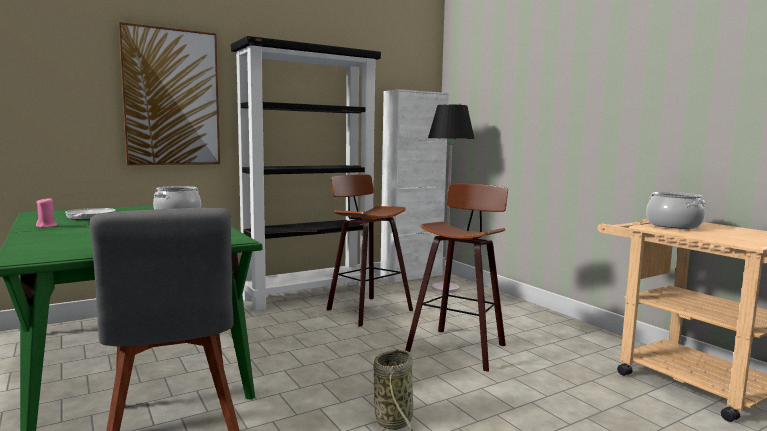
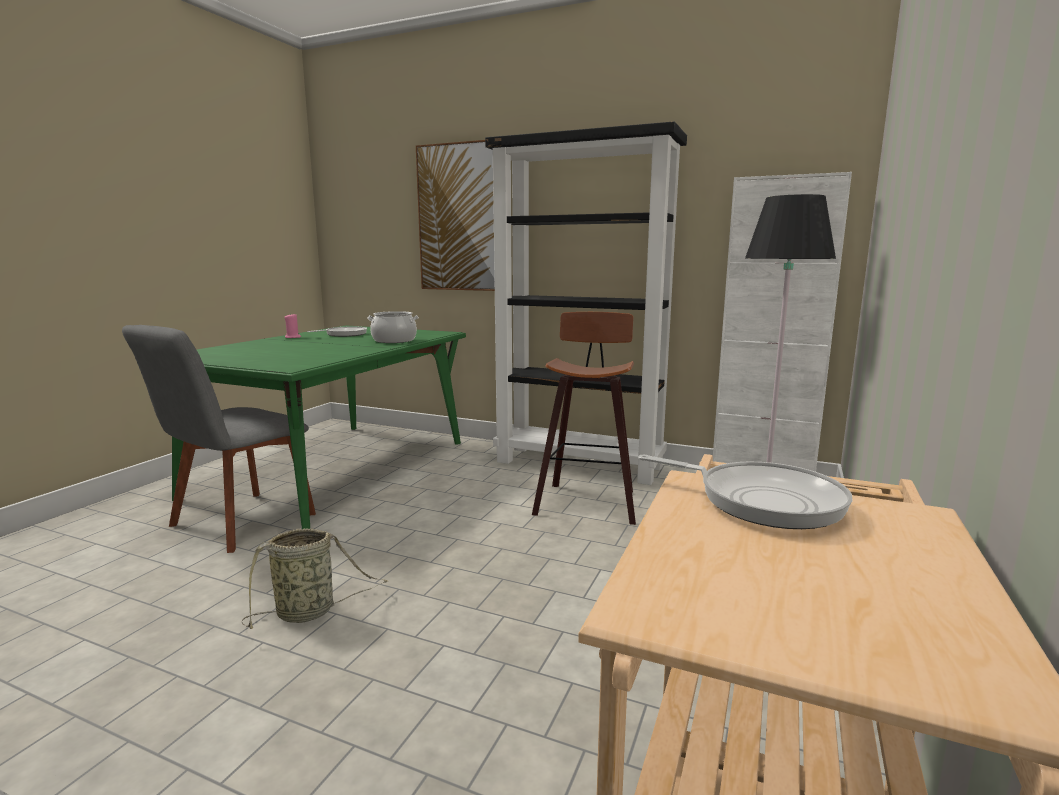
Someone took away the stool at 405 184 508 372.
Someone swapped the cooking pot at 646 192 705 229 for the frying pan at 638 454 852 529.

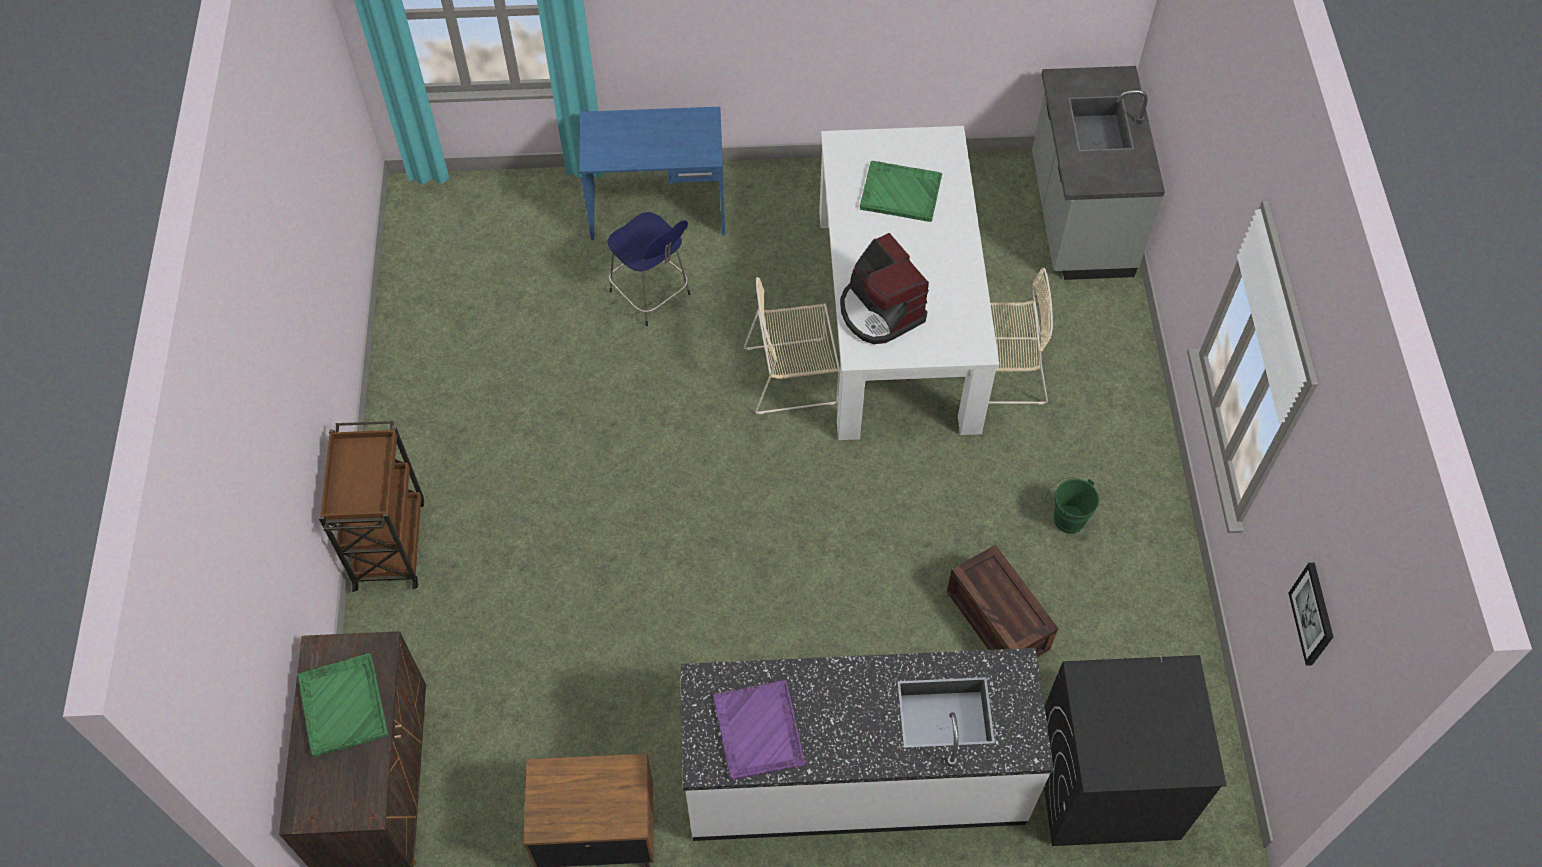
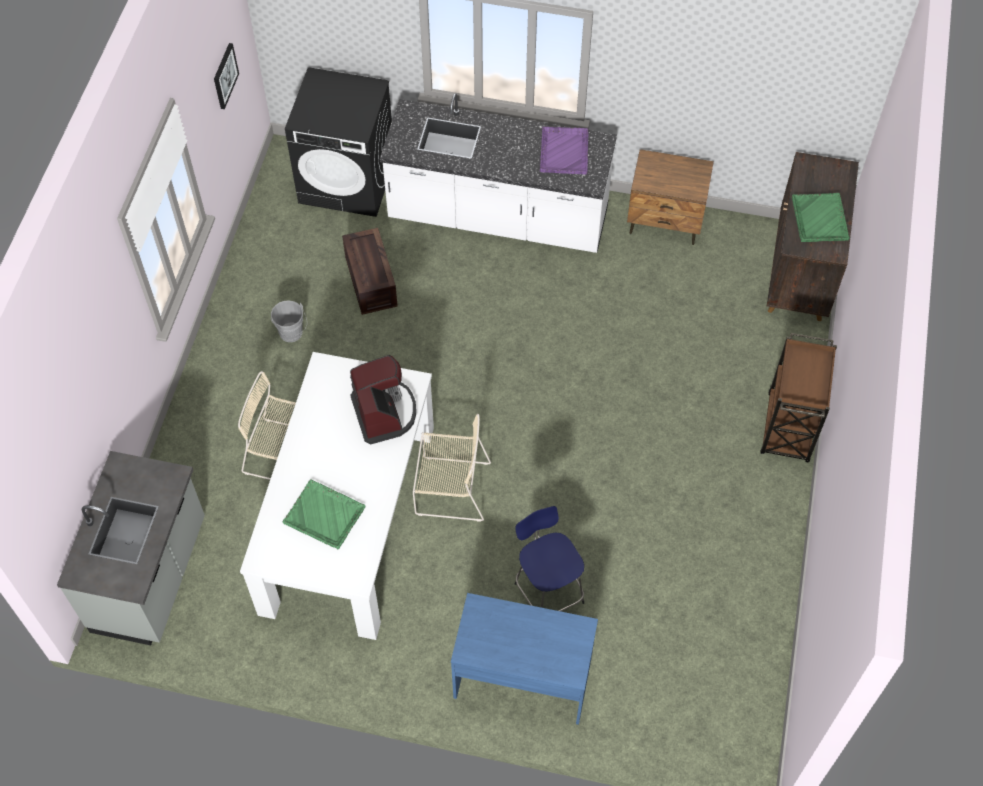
Someone repainted the green bucket at 1046 478 1099 534, which became the grey bucket at 270 300 307 342.

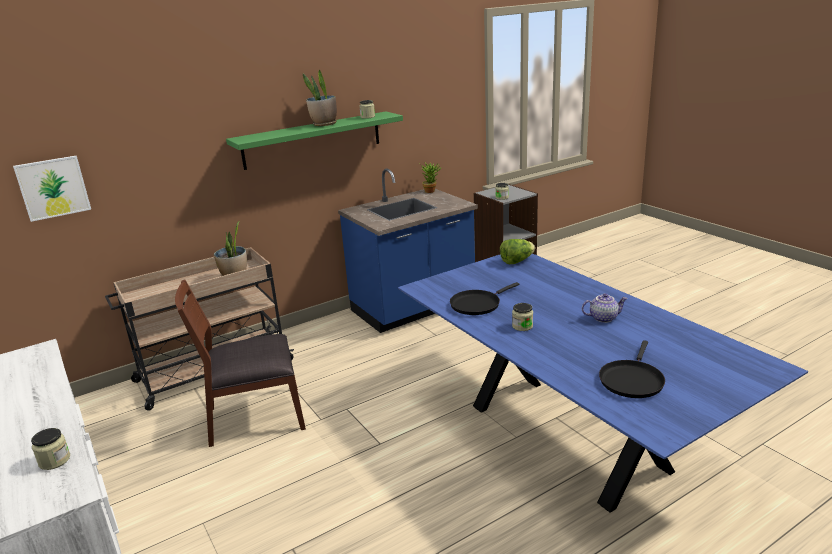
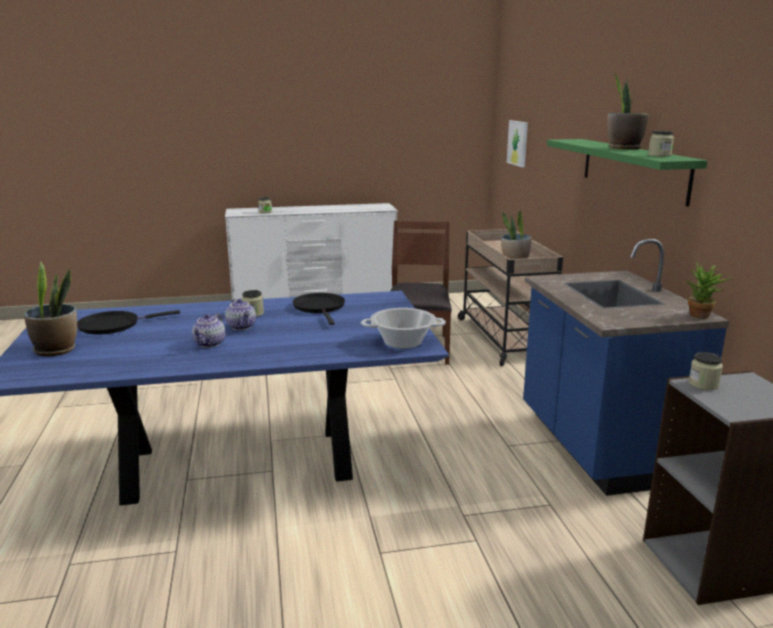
Someone swapped the lettuce at 500 239 535 264 for the cooking pot at 361 308 446 349.
Someone rotated the black frying pan at 599 340 665 398 by 75 degrees counterclockwise.
Someone put down the potted plant at 24 262 77 356.
Someone put down the teapot at 225 299 256 330.

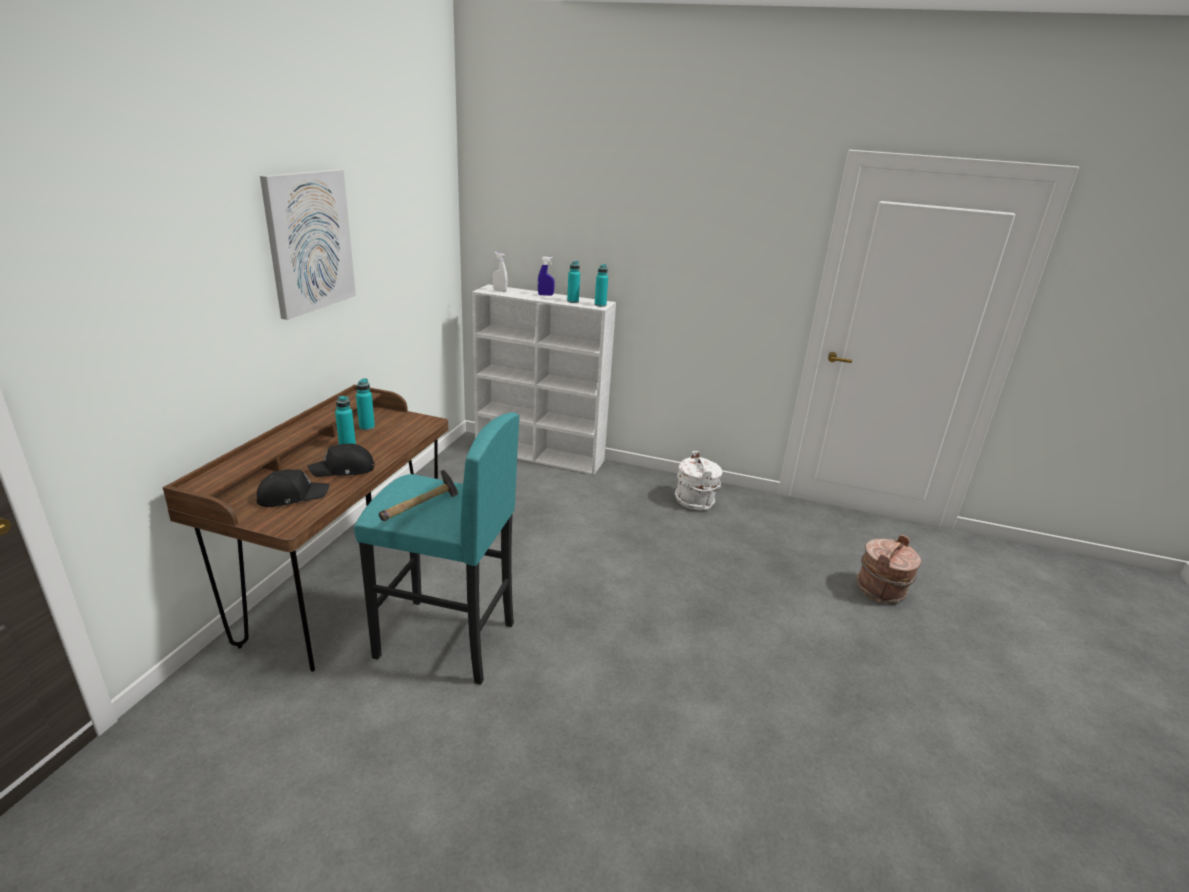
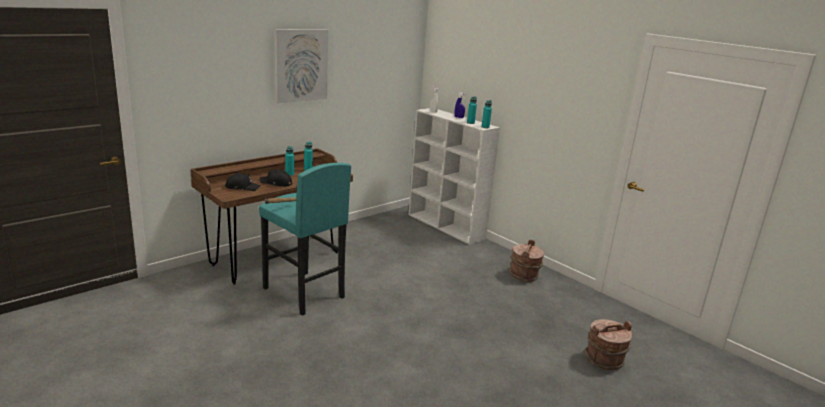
Someone repainted the white bucket at 675 451 723 510, which became the brown bucket at 509 239 544 282.

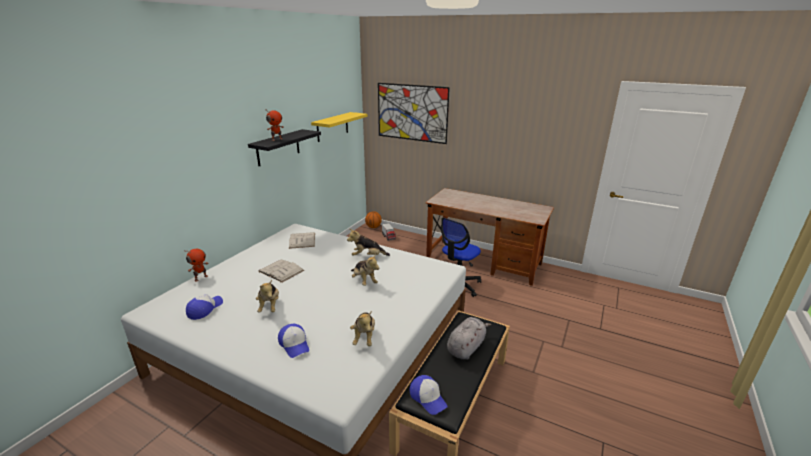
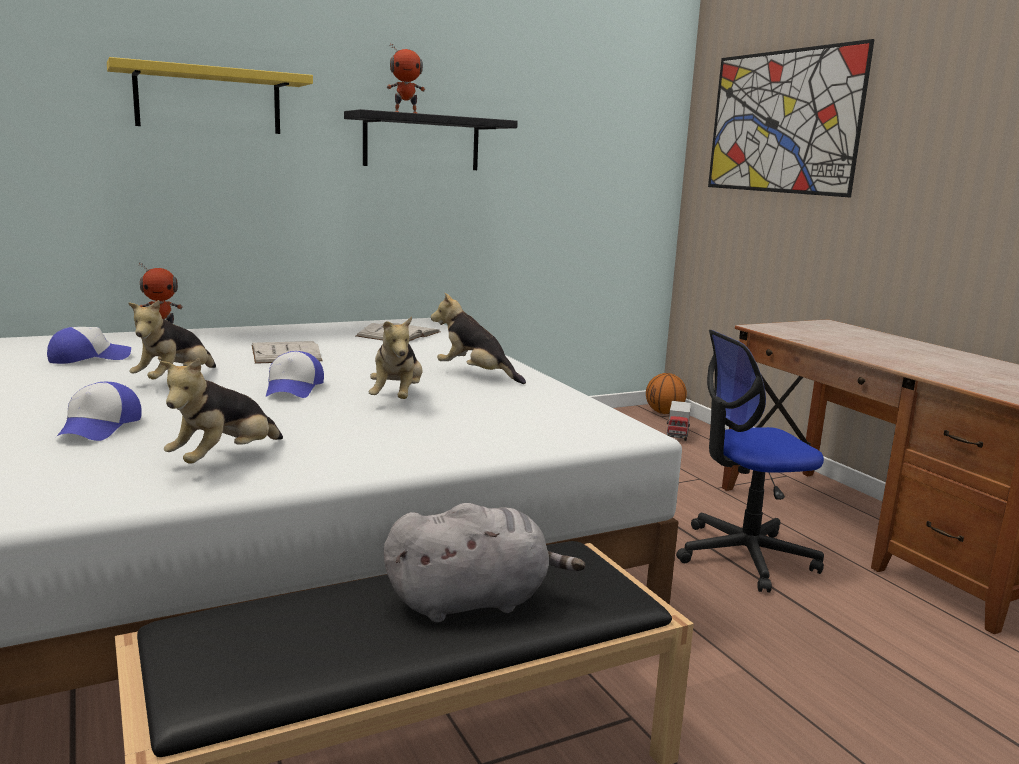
Someone carried the yellow shelf from 311 112 368 142 to 107 57 313 134.
Someone carried the cap from 410 375 448 415 to 266 351 324 398.

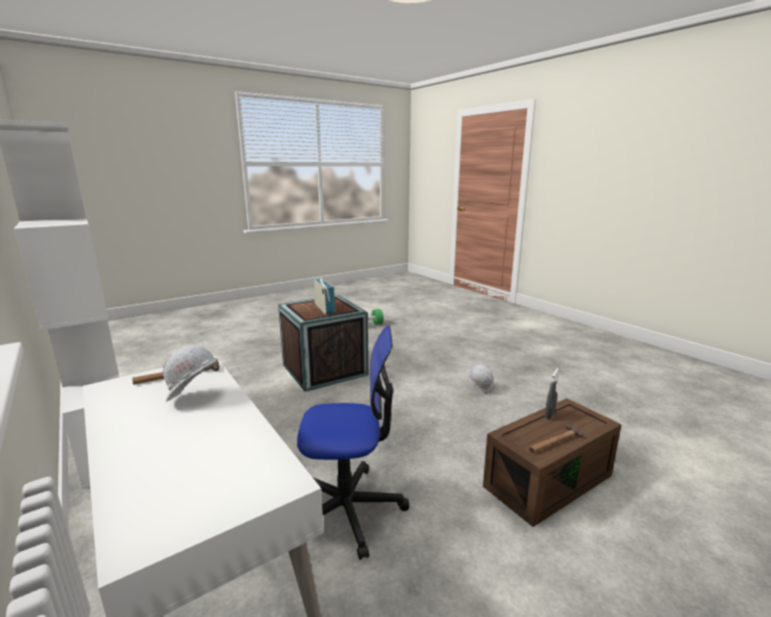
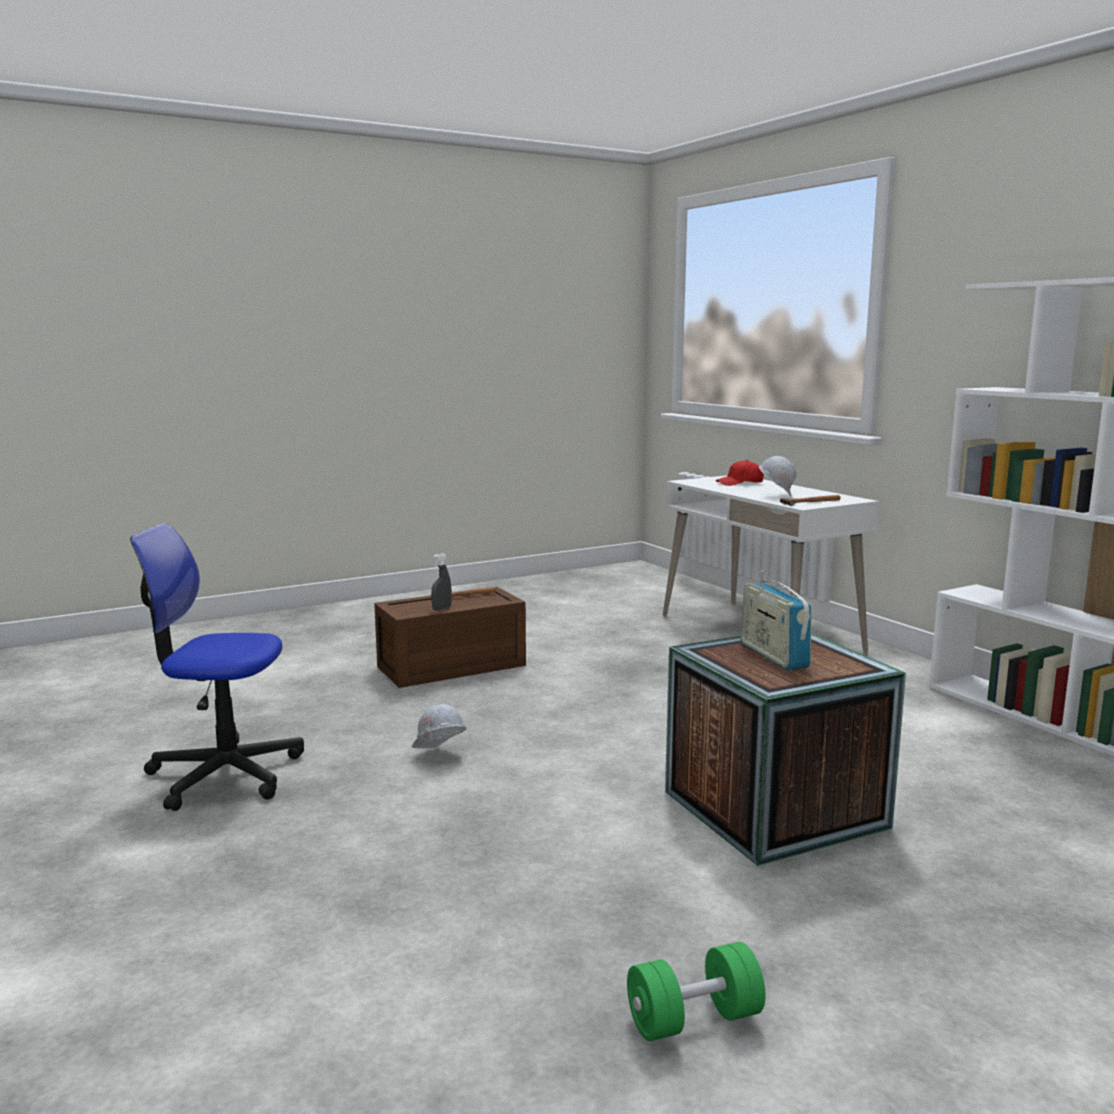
Someone carried the office chair from 297 326 409 560 to 130 523 304 811.
Someone put down the red cap at 715 460 764 486.

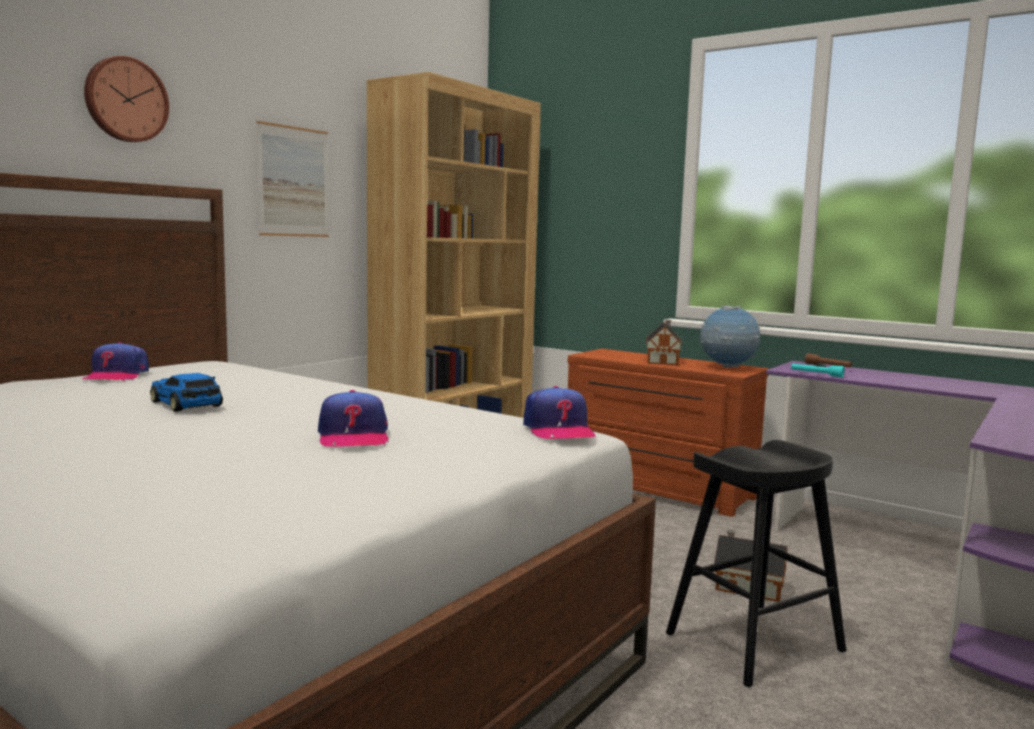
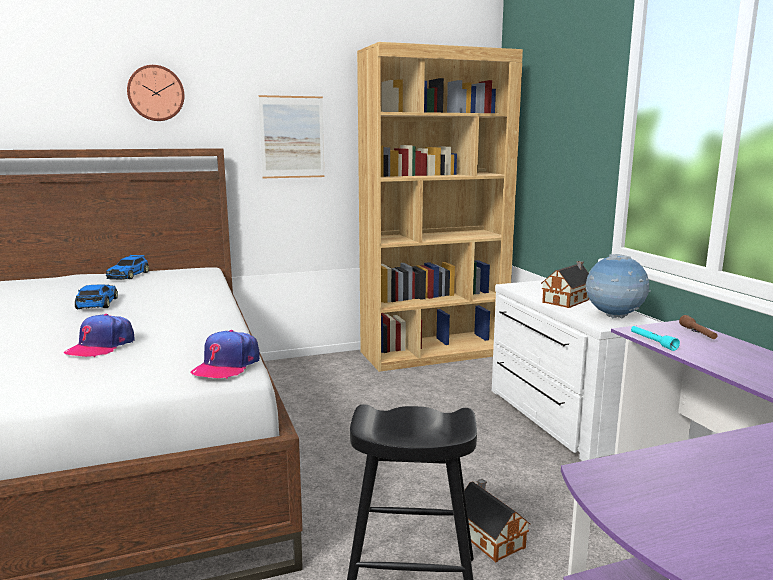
Someone swapped the cap at 82 342 149 381 for the toy car at 106 255 149 280.
Someone repainted the brown dresser at 568 349 769 517, which became the white dresser at 492 280 660 461.

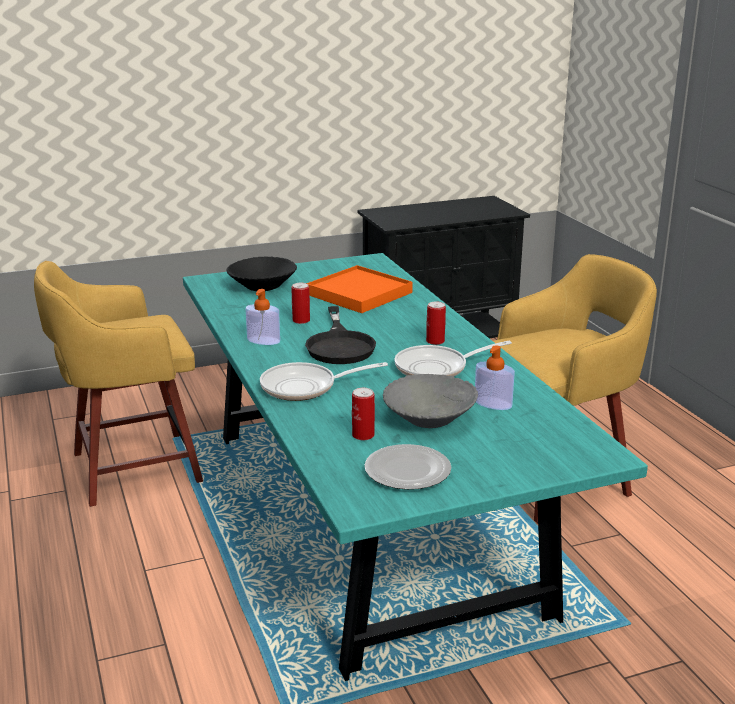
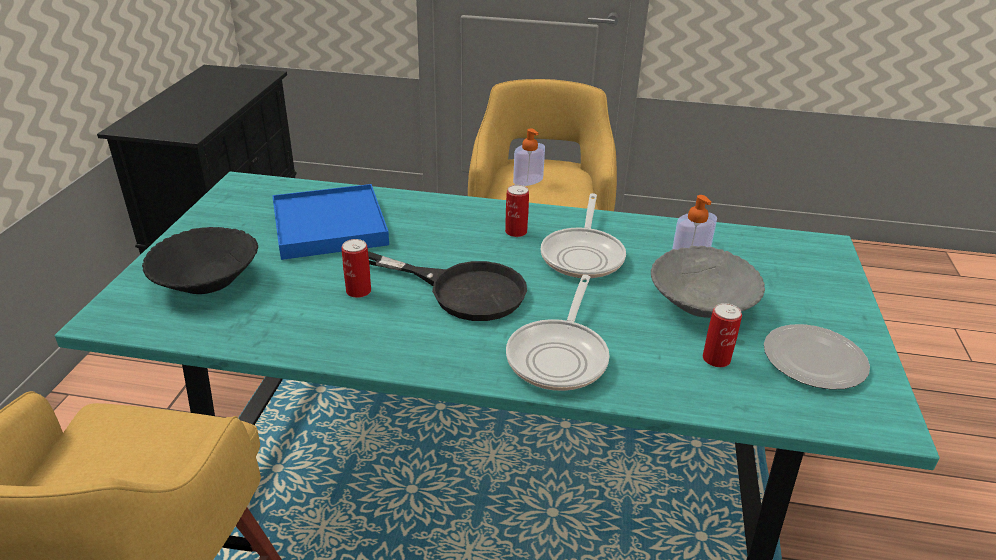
Someone repainted the orange tray at 307 265 413 313, which became the blue tray at 272 184 389 260.
Someone carried the soap dispenser from 246 289 280 345 to 513 128 545 186.

